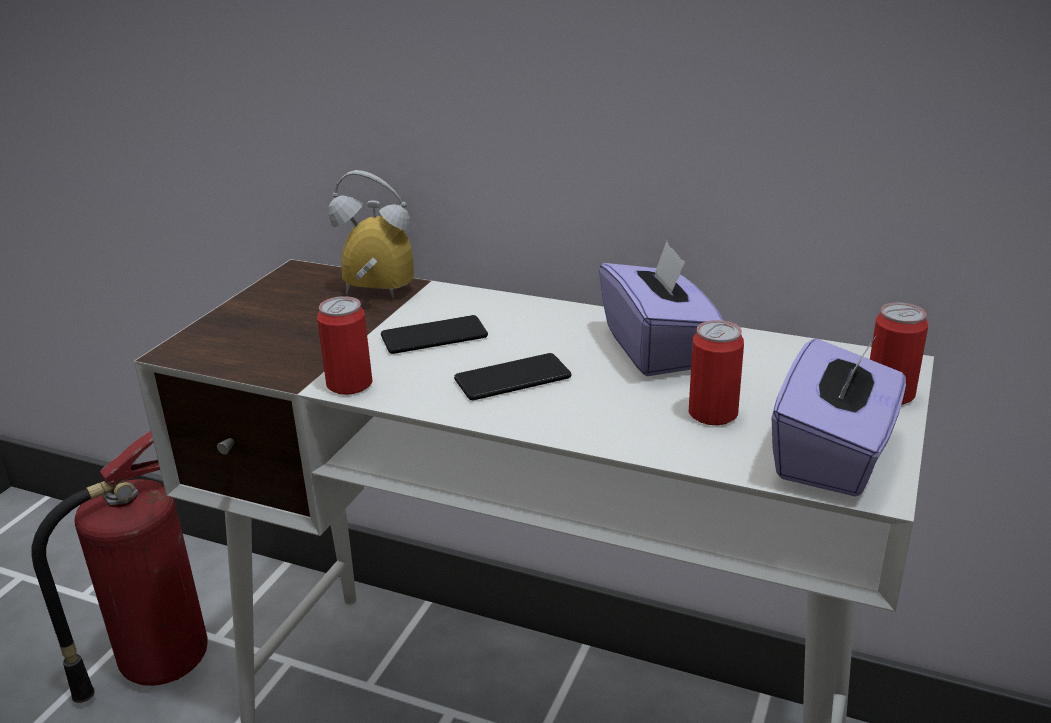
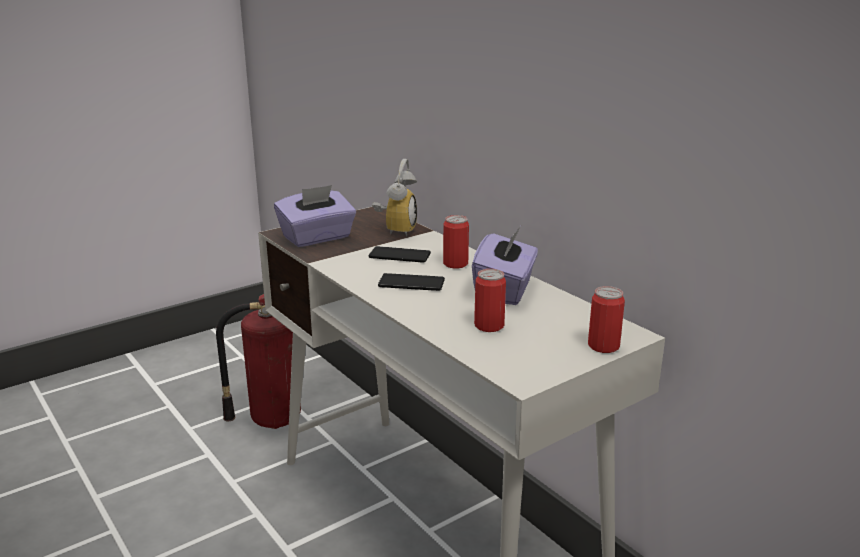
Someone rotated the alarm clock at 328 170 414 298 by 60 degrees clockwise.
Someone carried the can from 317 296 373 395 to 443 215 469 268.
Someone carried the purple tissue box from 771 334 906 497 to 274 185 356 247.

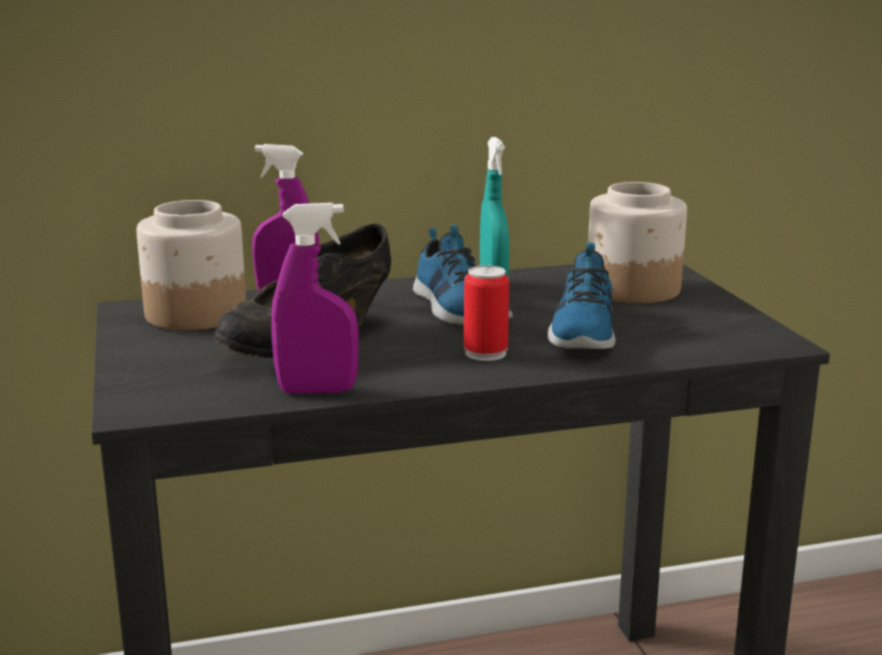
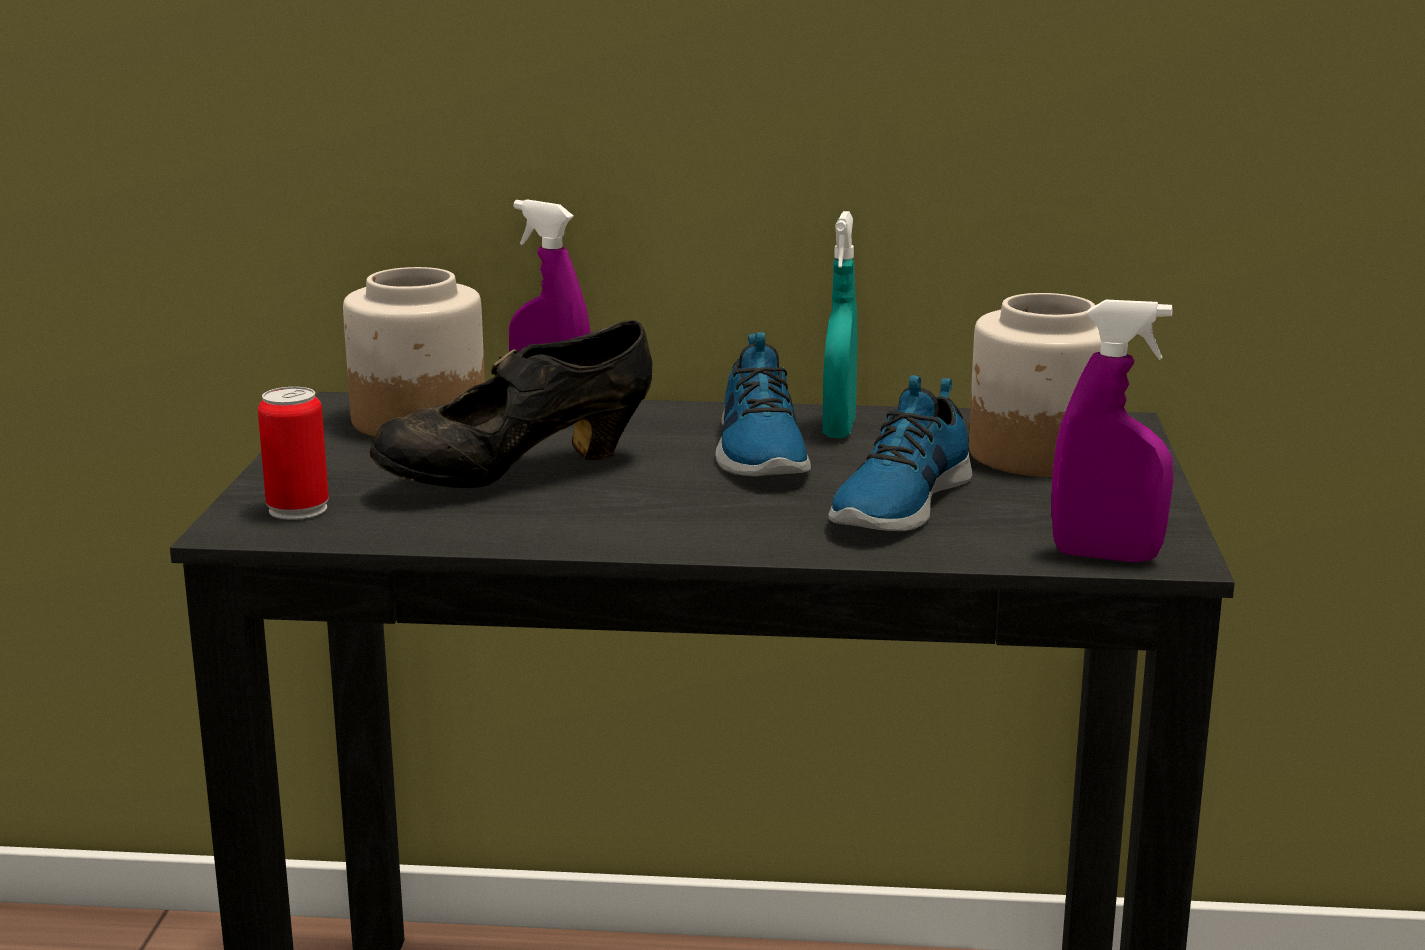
Someone carried the purple spray bottle from 271 203 359 394 to 1051 300 1173 562.
Someone carried the can from 464 266 509 361 to 258 387 329 520.

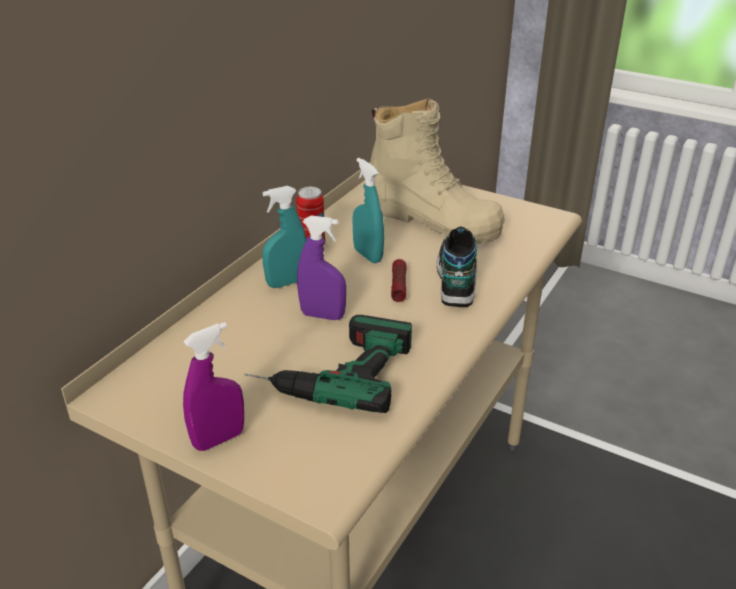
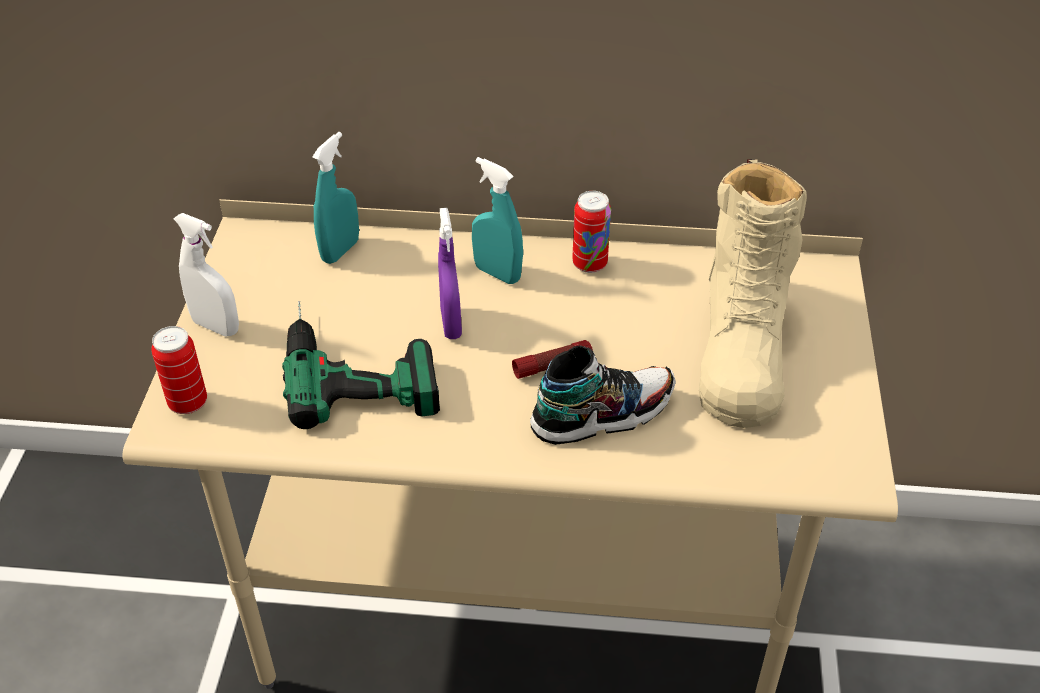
Someone carried the turquoise spray bottle from 352 158 384 263 to 312 132 359 264.
Someone repainted the purple spray bottle at 183 322 244 451, which became the white spray bottle at 173 213 239 337.
Someone put down the can at 151 326 207 414.

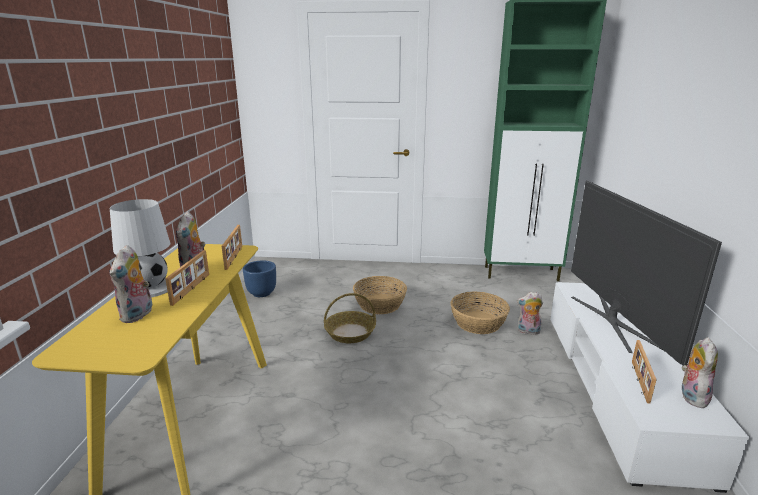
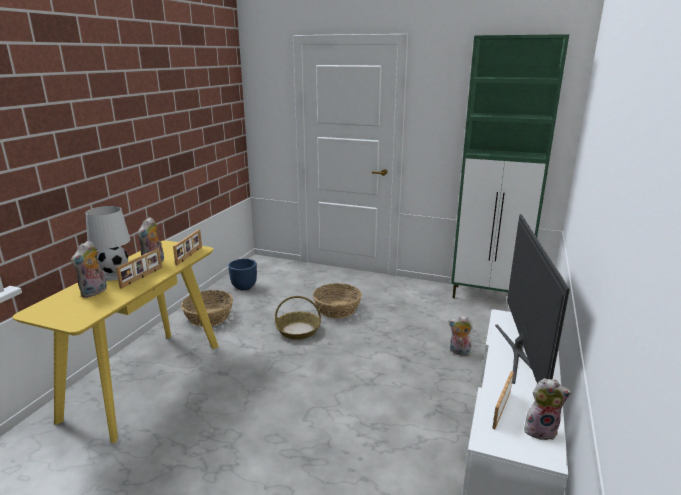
Someone carried the basket from 451 291 510 334 to 181 290 233 327.
Someone rotated the plush toy at 682 337 718 408 by 60 degrees clockwise.

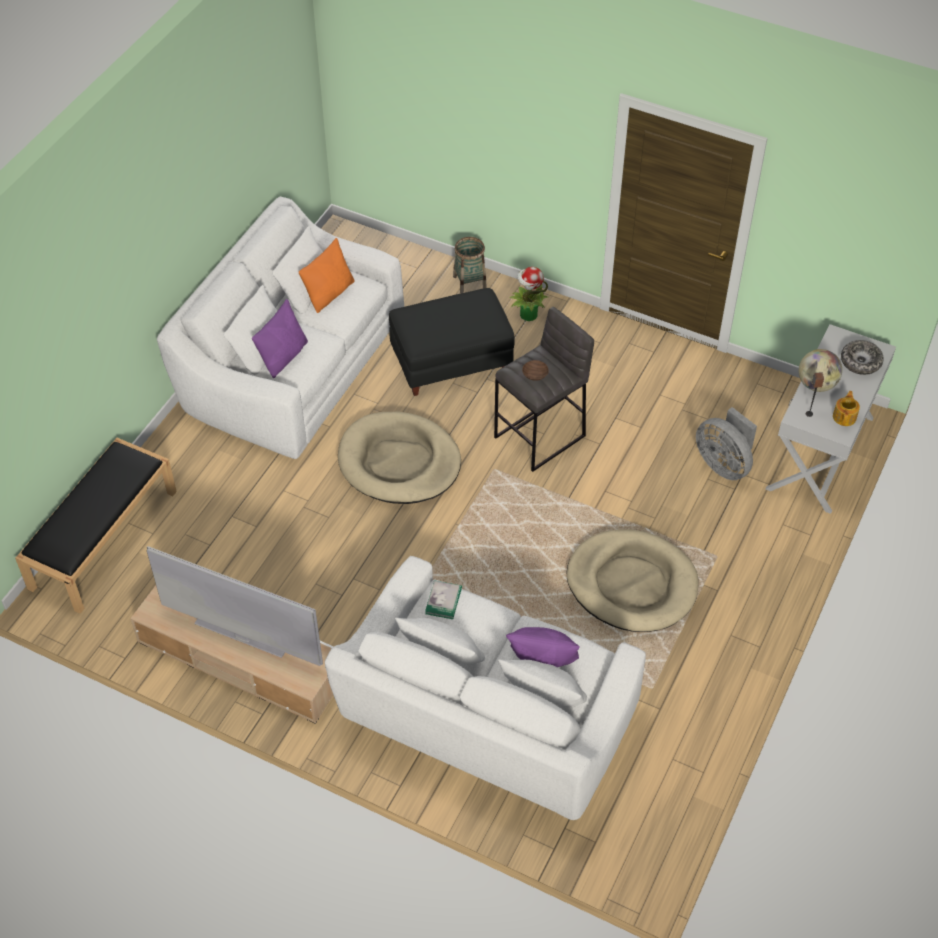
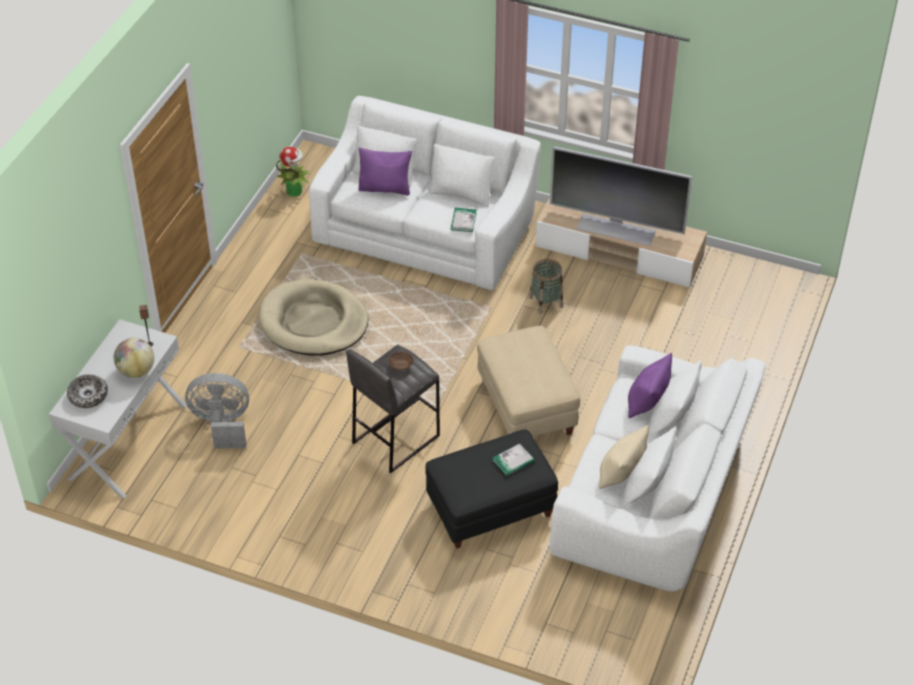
Someone carried the basket from 453 237 487 294 to 529 259 563 314.
Someone repainted the orange pillow at 299 238 354 313, which became the beige pillow at 599 425 649 489.
Someone carried the potted plant from 509 267 548 321 to 276 147 311 197.
Someone took away the teapot at 833 391 860 426.
Someone rotated the grey fan at 696 407 757 480 by 45 degrees counterclockwise.
Someone swapped the beige dog bed at 338 412 461 504 for the beige ottoman at 477 326 580 437.
Someone took away the black bench at 15 438 177 614.
Someone put down the book at 492 443 535 476.

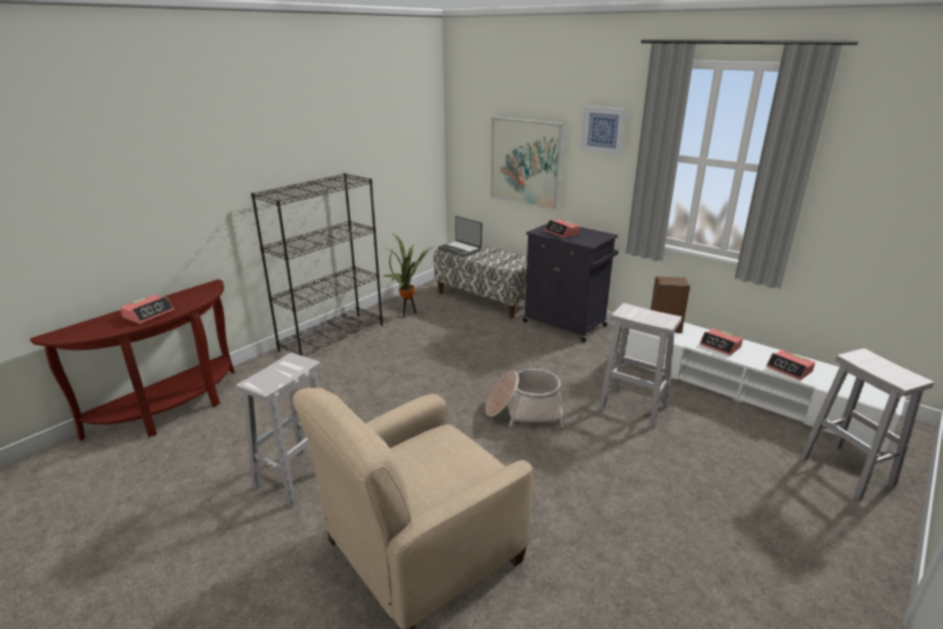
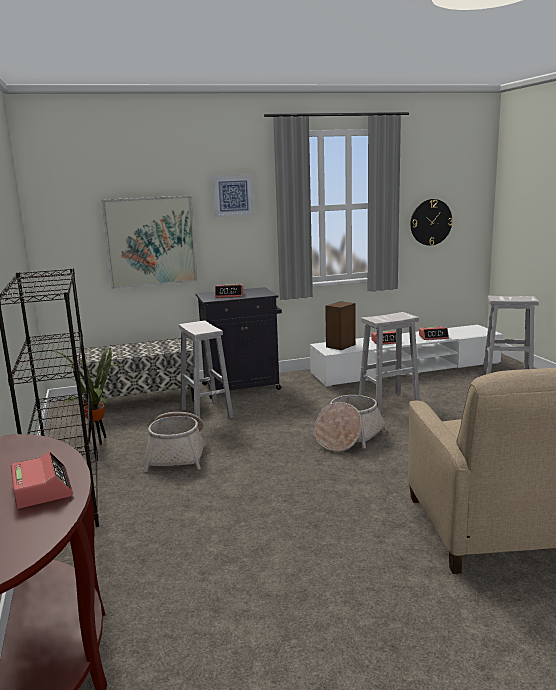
Someone took away the laptop at 438 216 482 257.
Someone carried the white stool from 236 353 321 507 to 179 321 234 418.
Someone put up the wall clock at 411 199 453 246.
Someone put down the basket at 144 412 206 472.

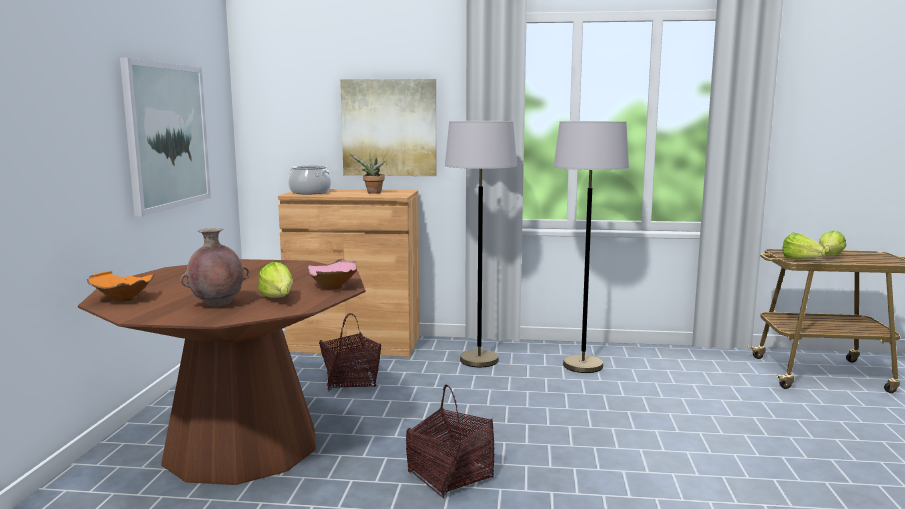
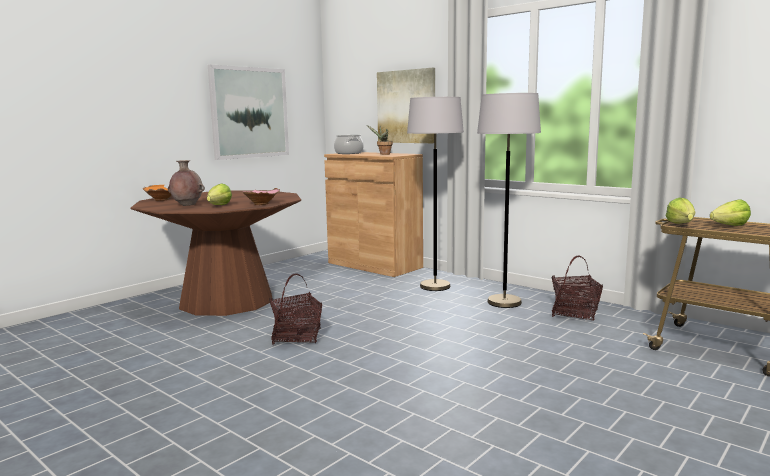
Someone carried the basket from 319 313 381 392 to 552 255 603 320.

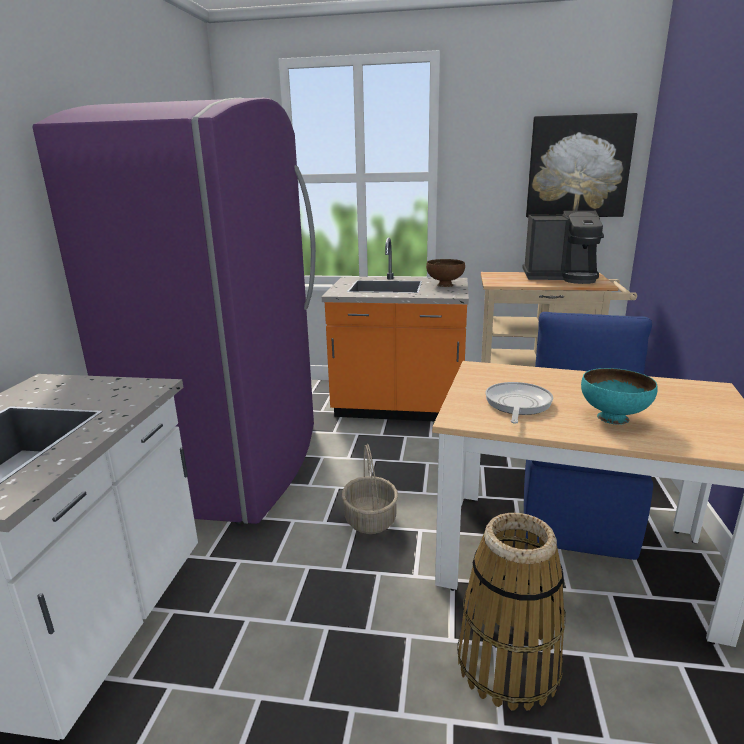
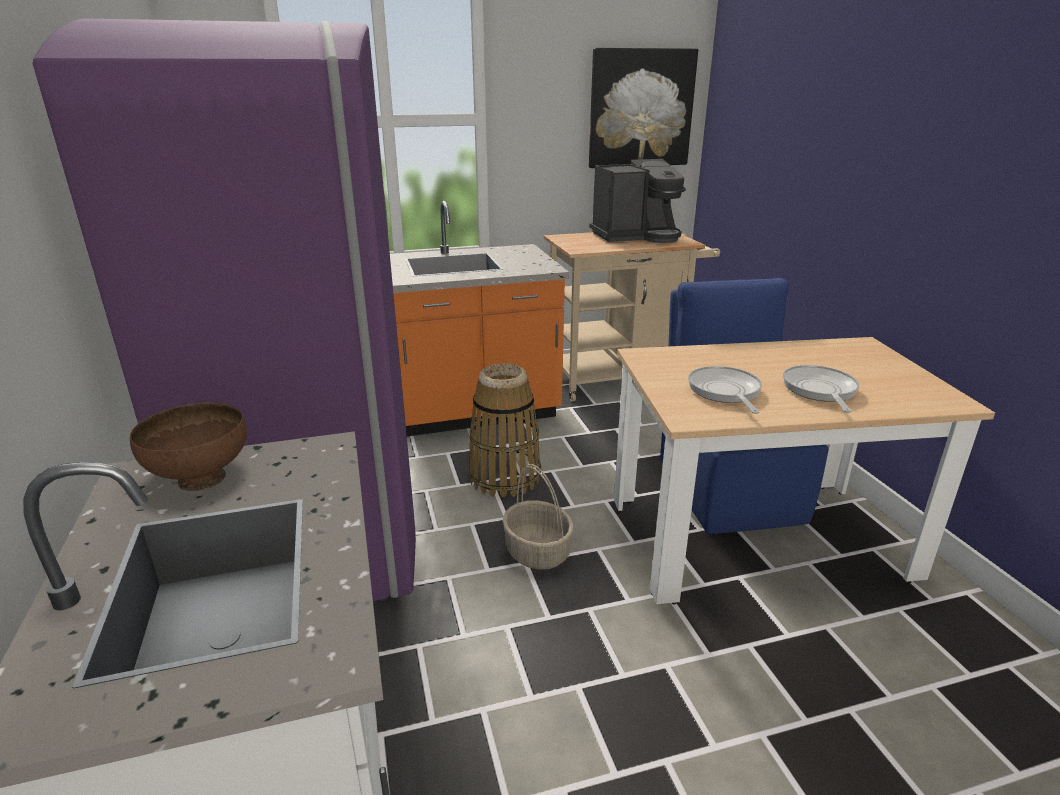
Someone carried the brown bowl from 426 259 465 287 to 130 402 247 491.
Someone swapped the turquoise bowl at 581 368 657 425 for the frying pan at 783 365 859 413.
Someone carried the basket from 457 513 566 711 to 469 363 541 497.

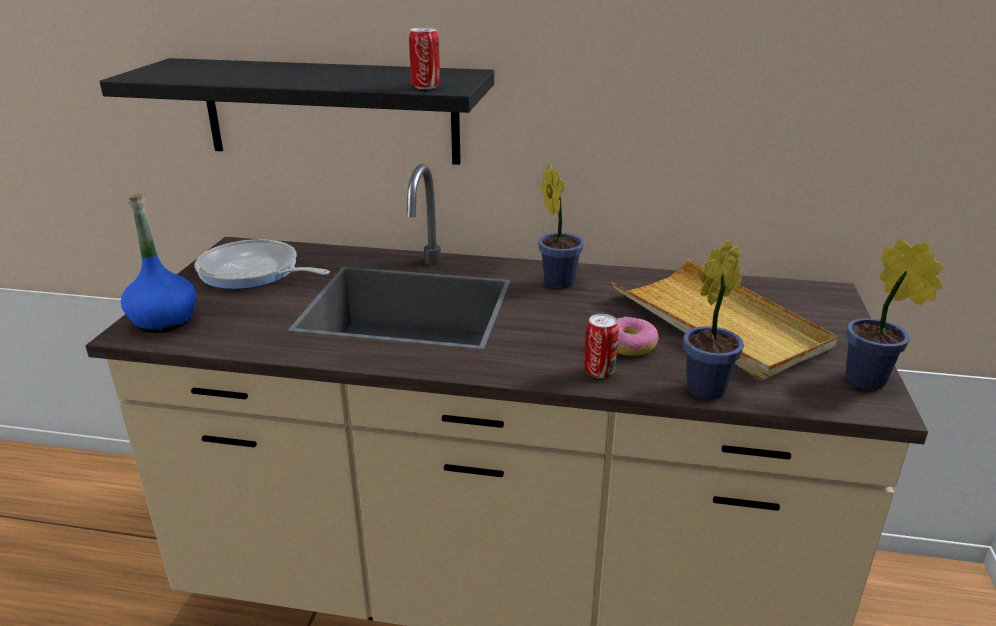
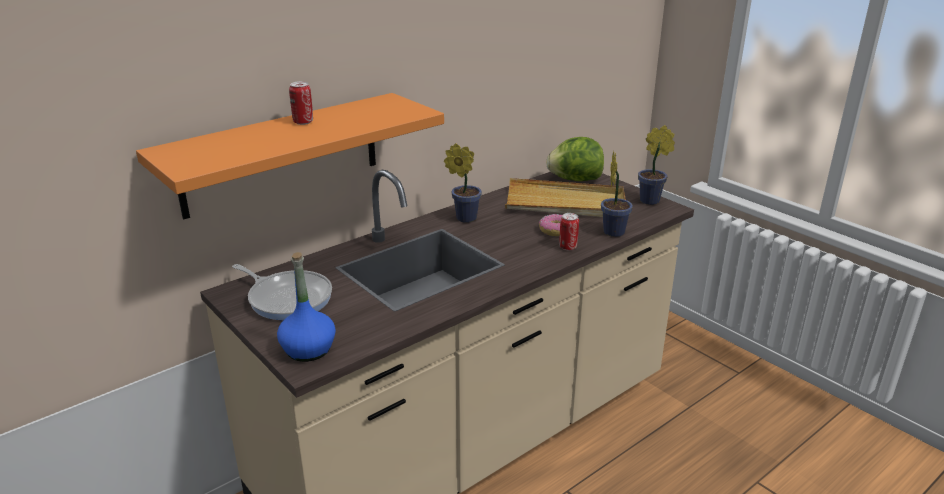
Someone carried the can from 409 28 440 89 to 289 81 313 125.
Someone repainted the black shelf at 100 58 494 165, which became the orange shelf at 136 93 444 219.
Someone rotated the frying pan at 194 239 330 289 by 120 degrees counterclockwise.
Someone put down the lettuce at 546 137 604 181.

